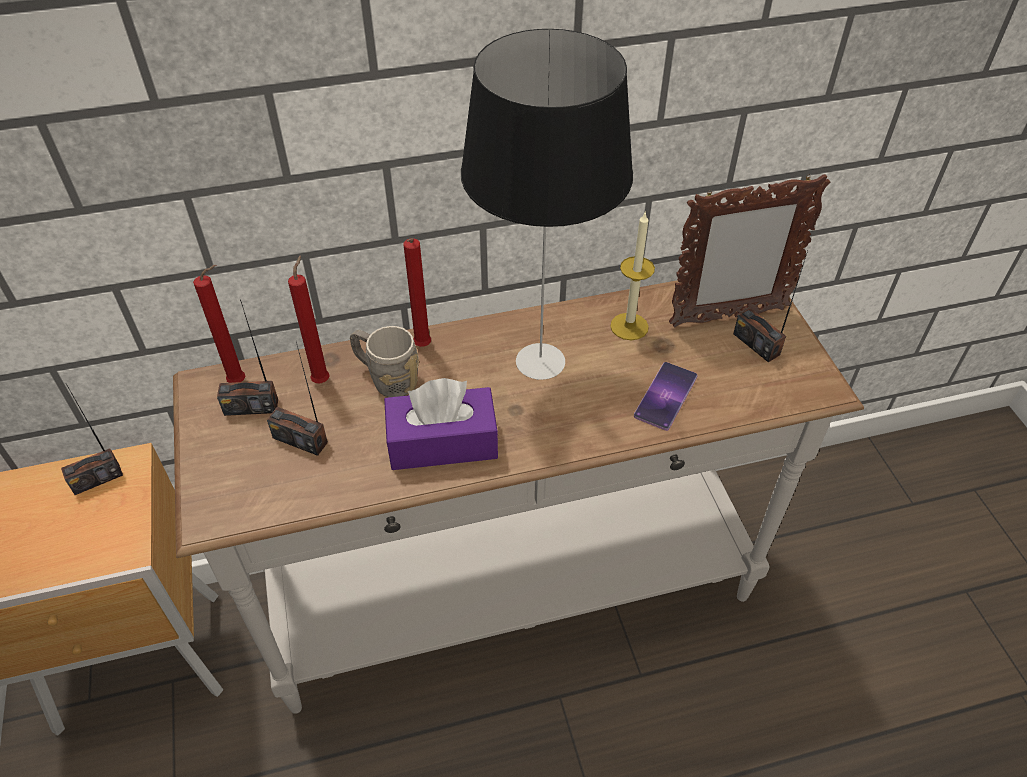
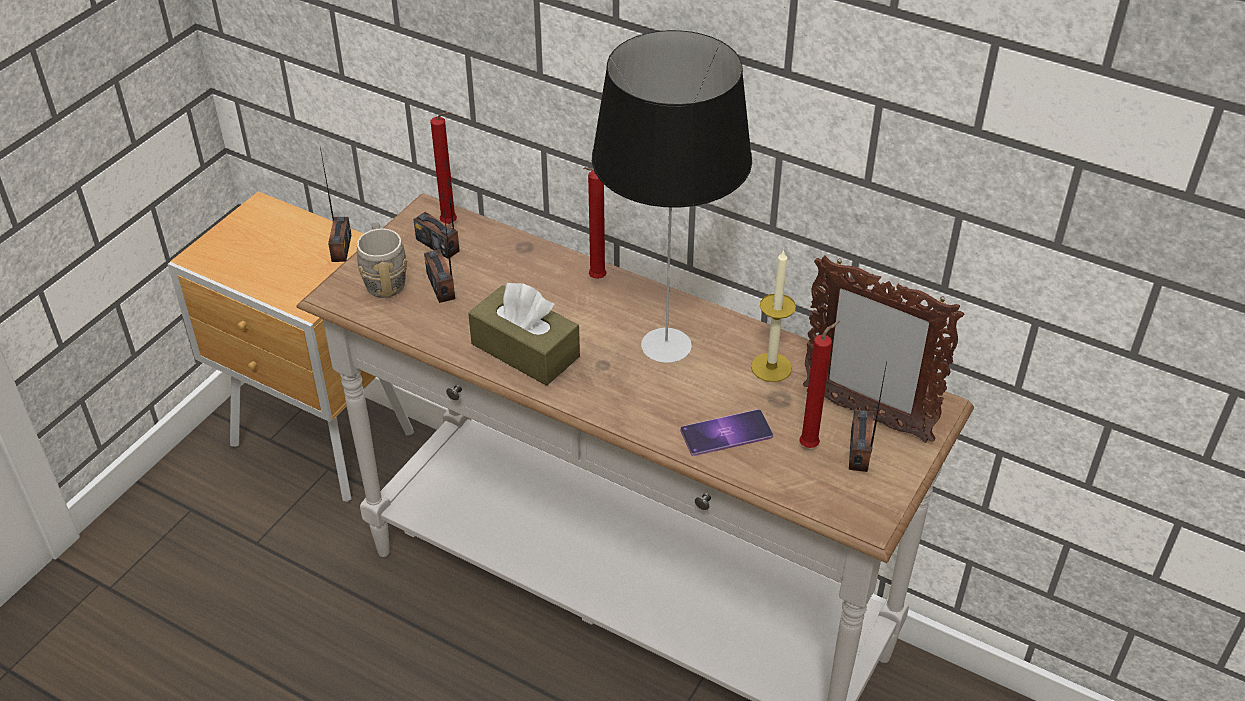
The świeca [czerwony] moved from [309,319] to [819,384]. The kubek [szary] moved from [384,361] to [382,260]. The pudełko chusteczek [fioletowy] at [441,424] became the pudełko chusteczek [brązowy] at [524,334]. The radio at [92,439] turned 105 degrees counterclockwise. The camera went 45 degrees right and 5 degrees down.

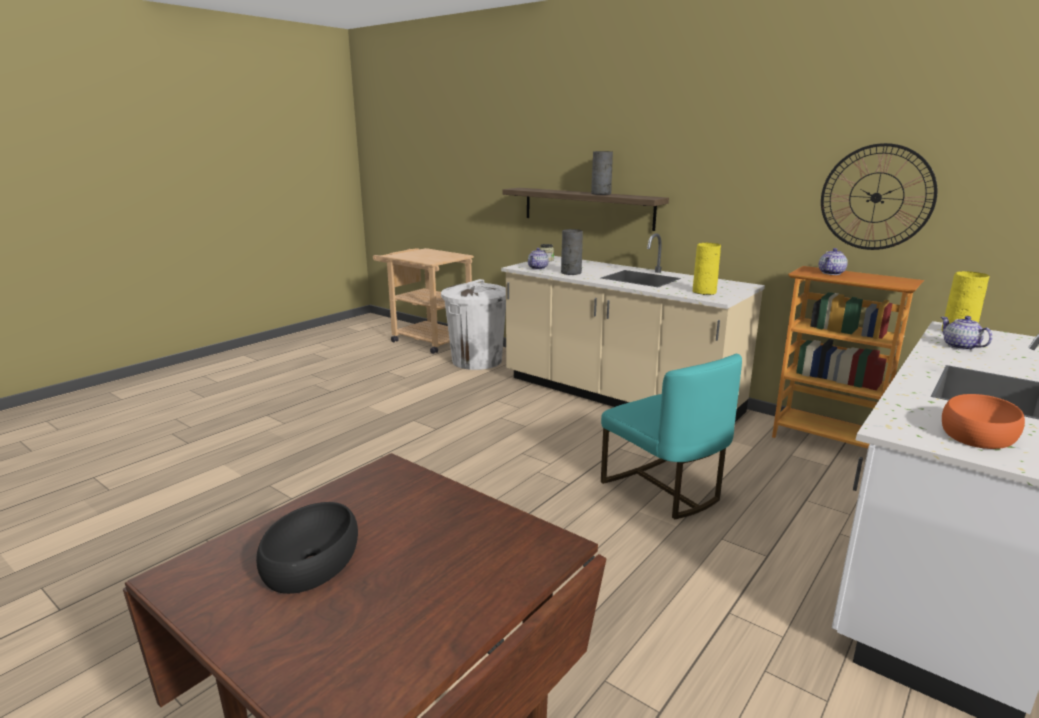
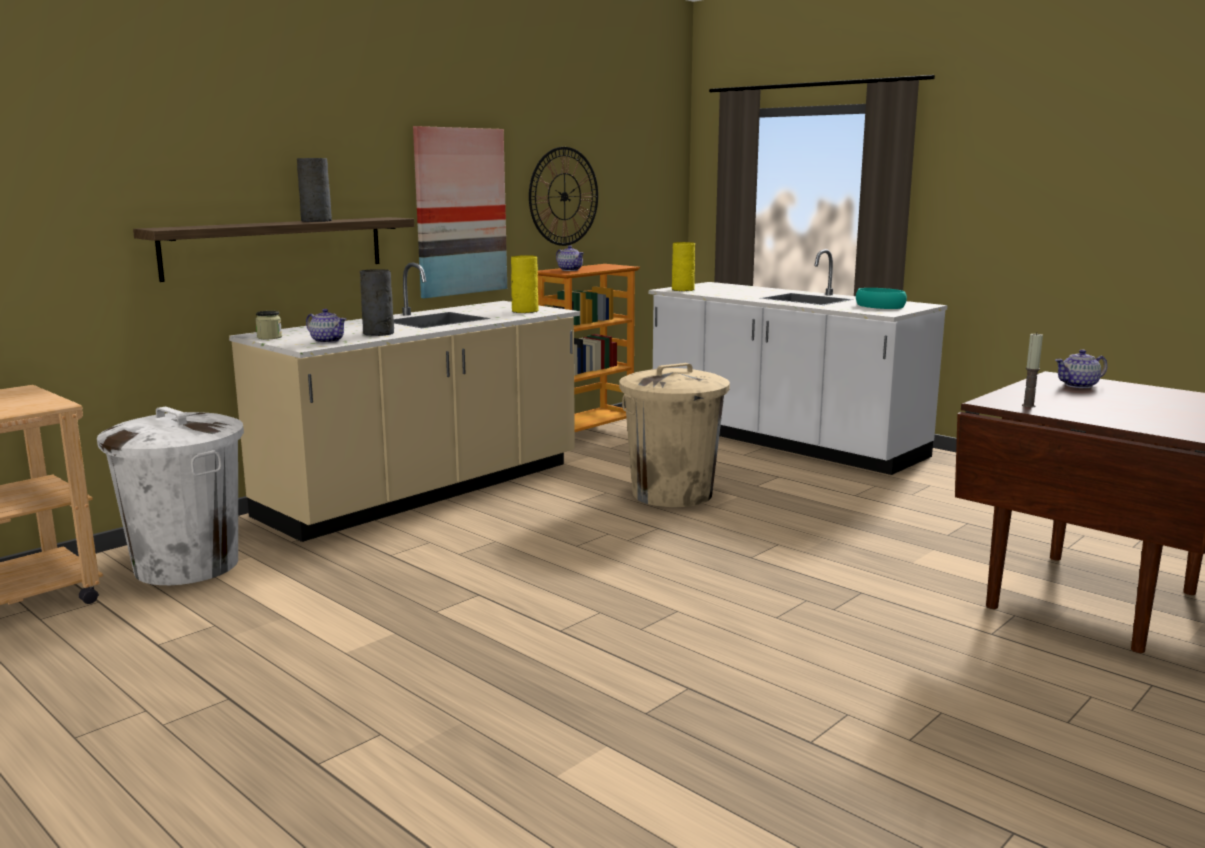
The miska [czarny] at [307,548] disappeared. The obraz at [460,212] appeared. The świeca at [1032,370] appeared. The imbryk moved from [967,333] to [1081,369]. The krzesło [turkusowy] at [671,436] was replaced by the kosz na śmieci [beżowy] at [674,435]. The miska [pomarańczowy] at [983,421] became the miska [turkusowy] at [881,298]. The camera went 85 degrees left and 5 degrees down.

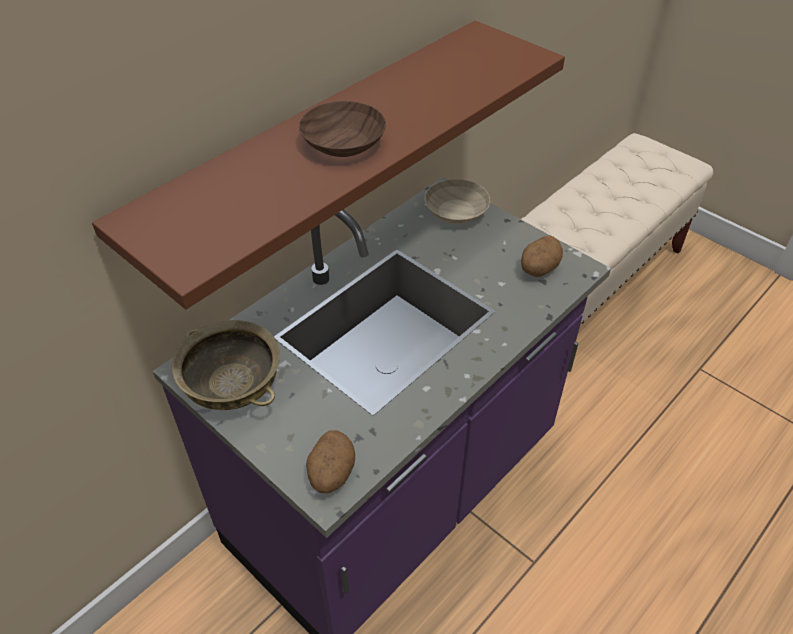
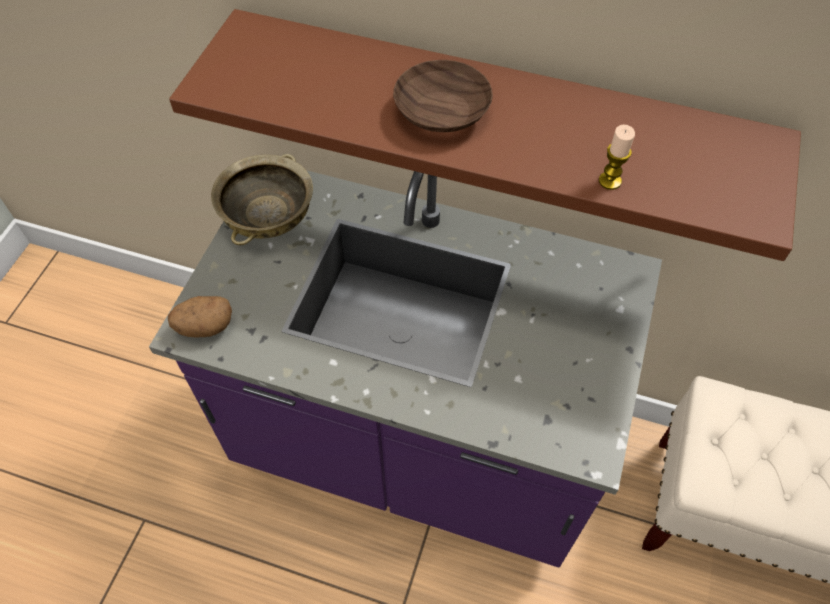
The miska [beżowy] at [457,201] disappeared. The ziemniak at [542,256] disappeared. The świeca at [617,157] appeared. The camera went 65 degrees right and 10 degrees up.

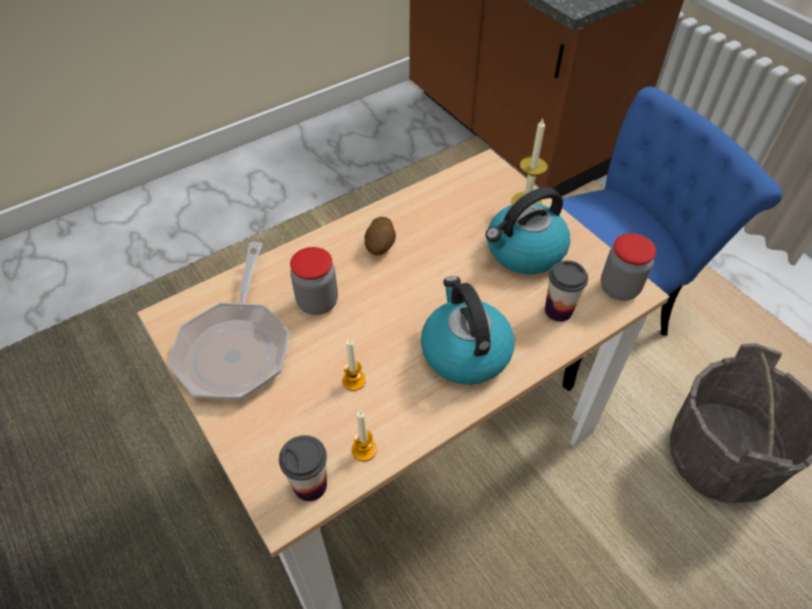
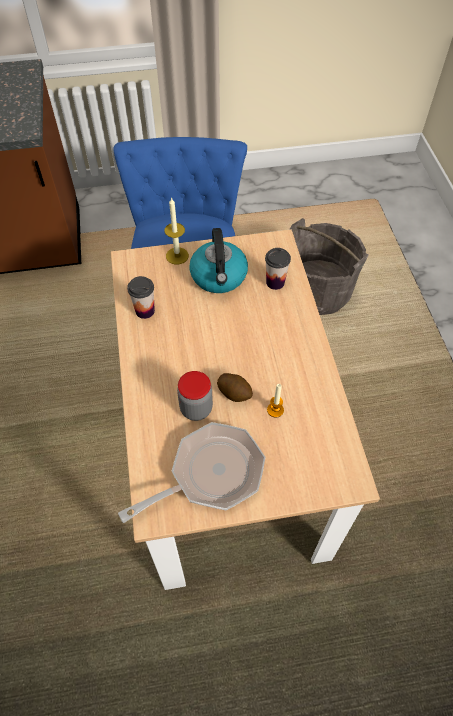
The świeca at [364,436] disappeared. The czajnik at [467,330] disappeared. The słoik at [628,267] disappeared. The filiżanka moved from [303,468] to [141,297]. The ziemniak moved from [380,236] to [235,387]. The patelnia at [228,321] turned 60 degrees counterclockwise. The camera went 65 degrees left and 5 degrees up.

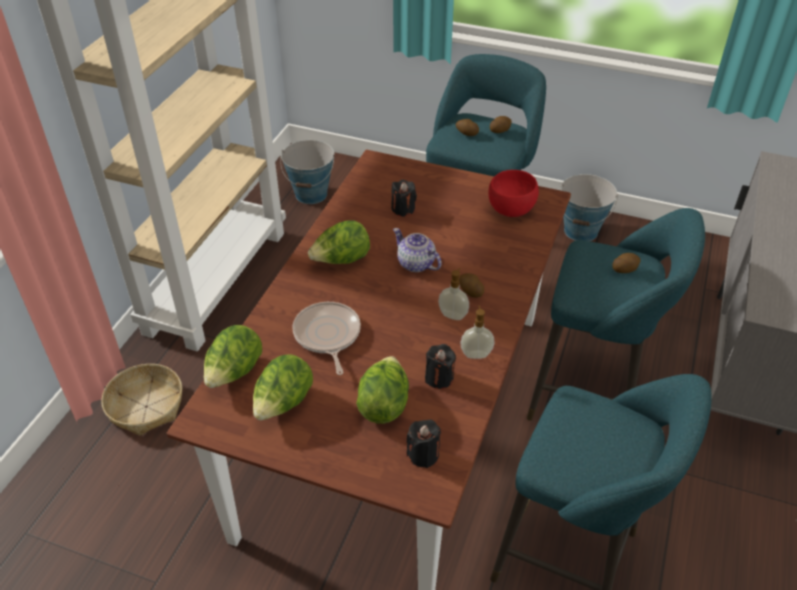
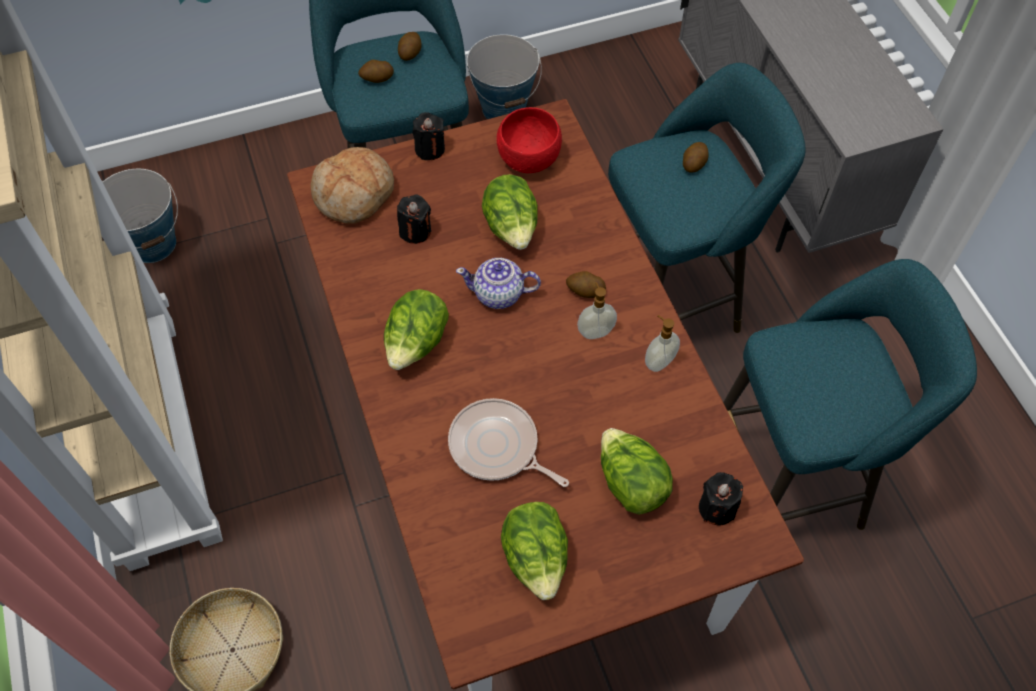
The chleb at [352,185] appeared. The sałata moved from [233,356] to [510,212]. The świeca [czarny] moved from [440,366] to [428,136]. The camera went 40 degrees left and 15 degrees up.

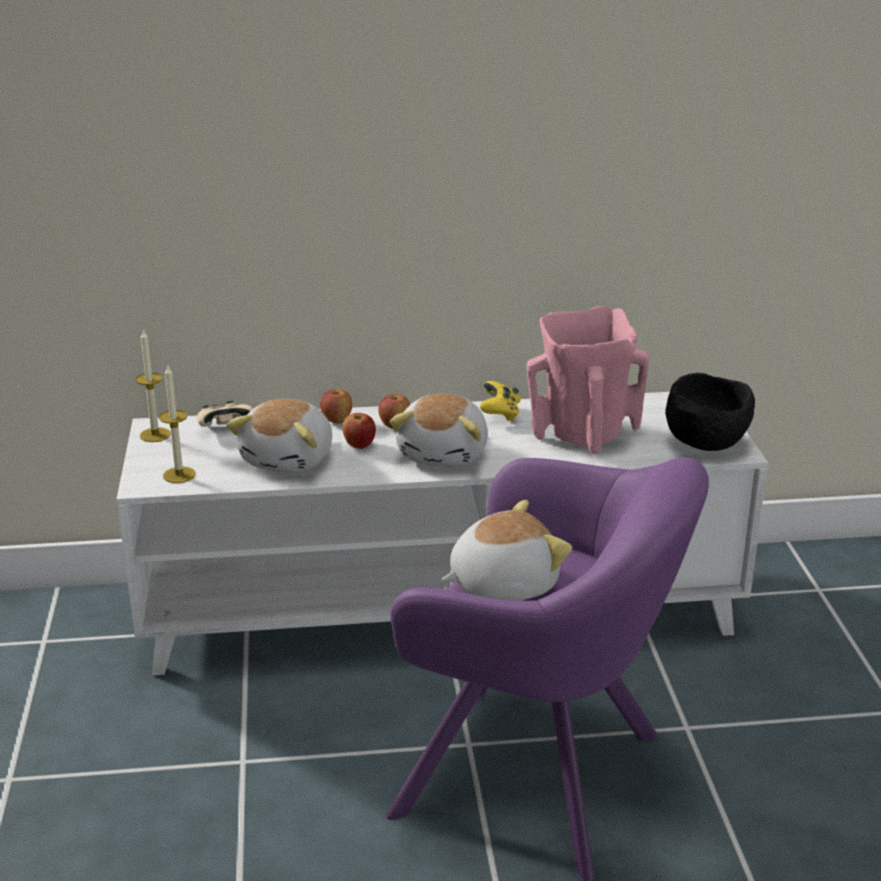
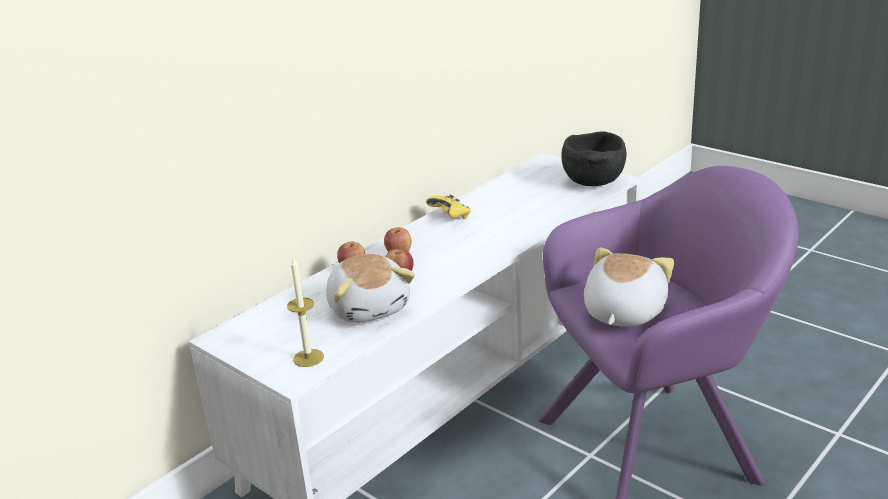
The świeca at [153,385] disappeared. The pad do gier [beżowy] at [225,414] disappeared. The pluszak at [439,430] disappeared. The wazon [różowy] at [587,380] disappeared. The camera went 40 degrees left and 0 degrees up.

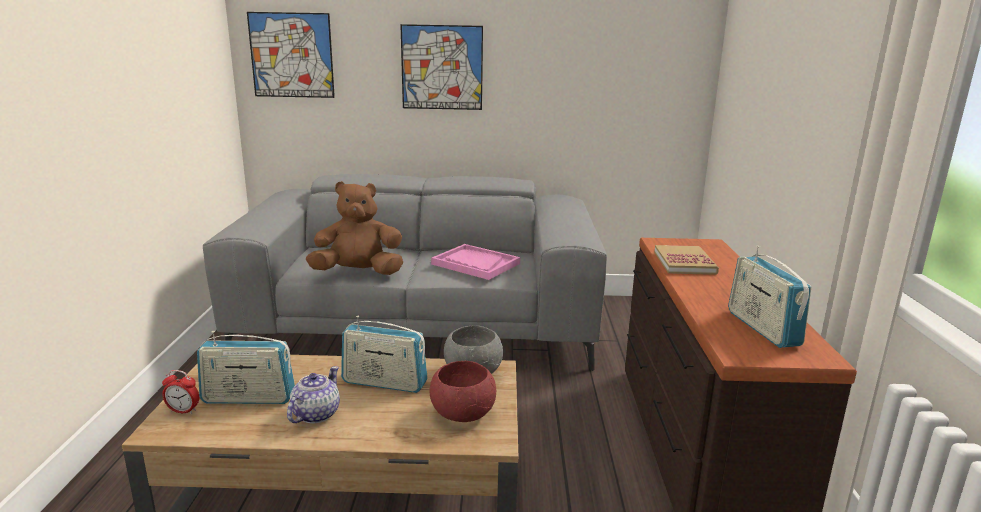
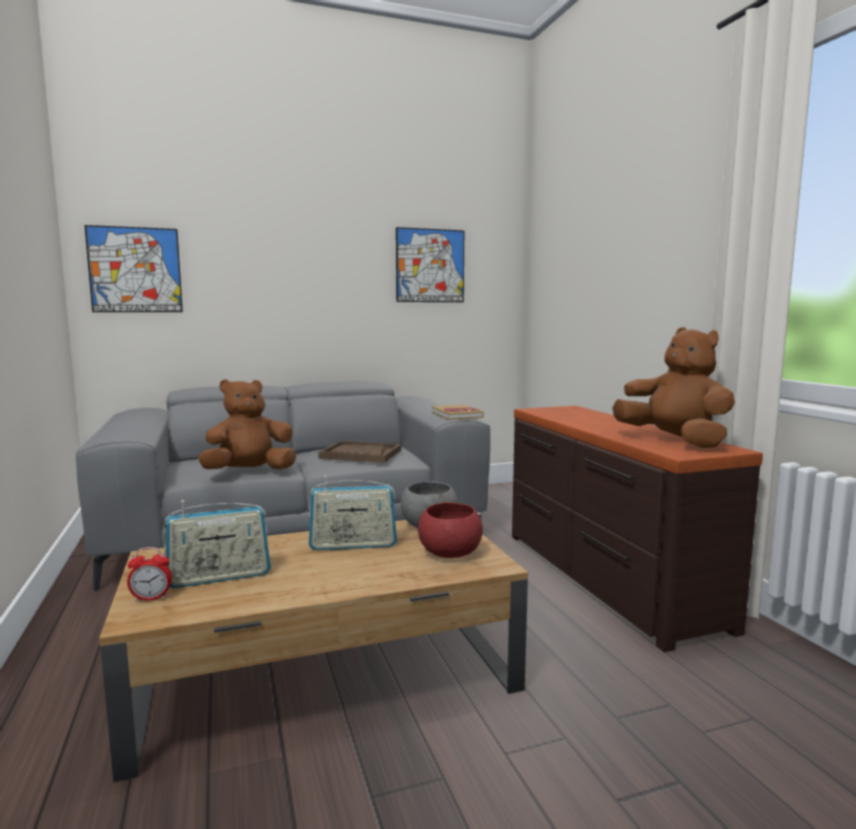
The imbryk at [313,394] disappeared. The obraz moved from [441,67] to [430,264]. The książka moved from [686,260] to [458,412]. The radio at [769,296] was replaced by the pluszak [brązowy] at [673,387]. The taca [różowy] at [475,262] became the taca [brązowy] at [359,452]. The camera went 20 degrees left and 10 degrees down.

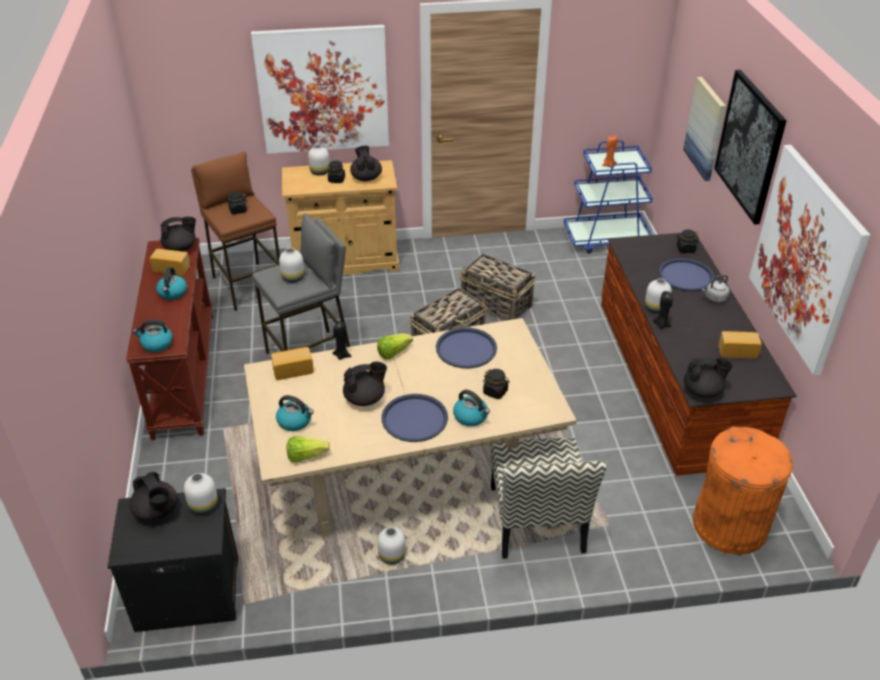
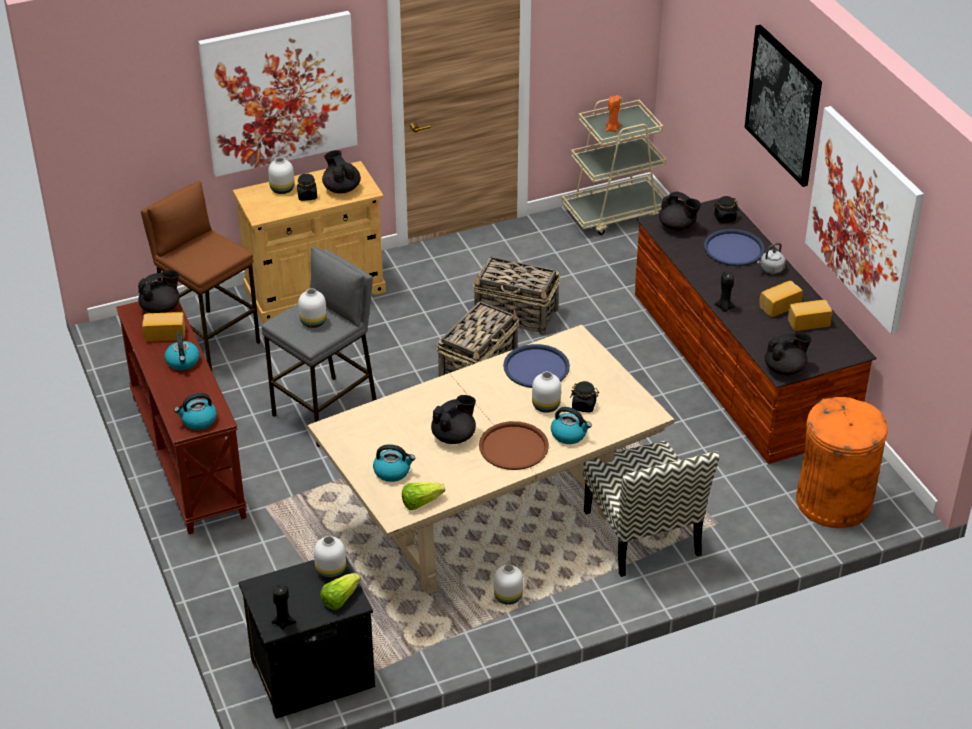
The słoik [czarny] at [236,202] disappeared. The obraz at [704,129] disappeared. The imbryk [czarny] moved from [154,496] to [680,211]. The chleb moved from [292,363] to [781,299]. The świeca [czarny] moved from [342,340] to [283,606]. The sałata moved from [395,346] to [340,591]. The wazon [biały] moved from [658,295] to [546,392]. The taca [niebieski] at [414,418] became the taca [brązowy] at [514,445]. The wózek [niebieski] at [608,197] became the wózek [beżowy] at [614,166]. The camera went 15 degrees left and 0 degrees up.

